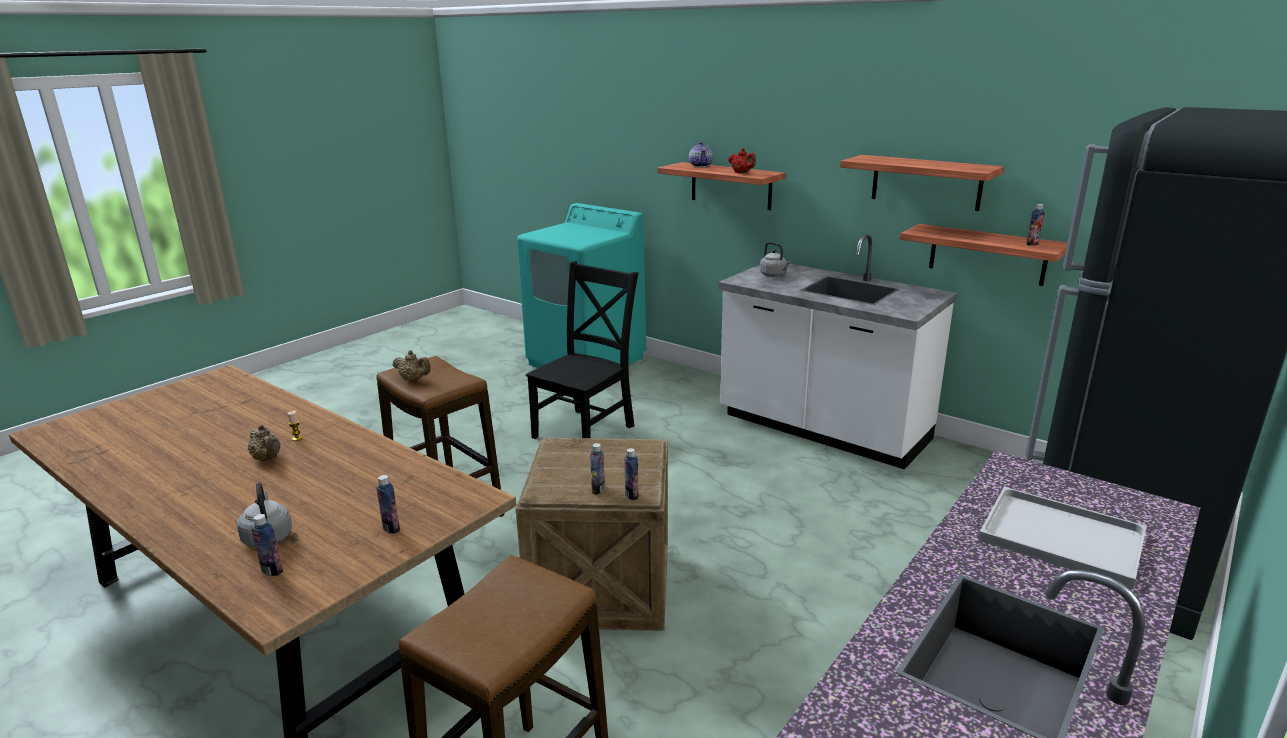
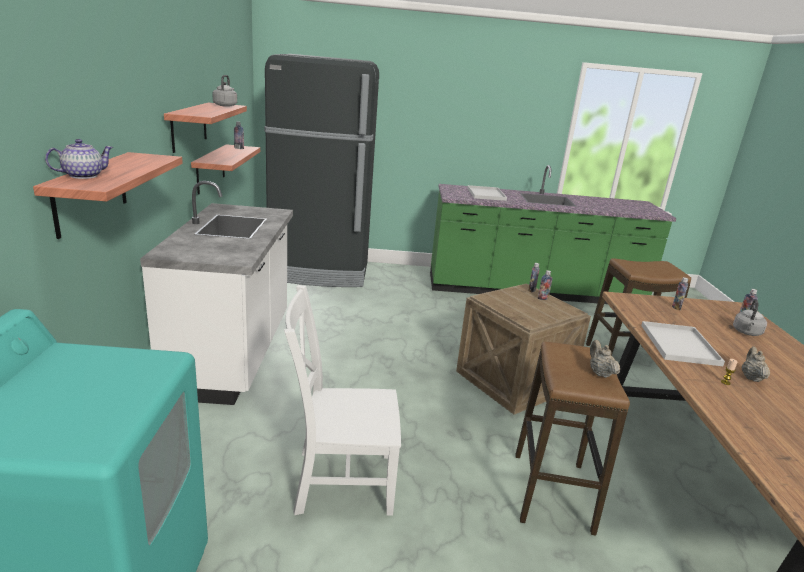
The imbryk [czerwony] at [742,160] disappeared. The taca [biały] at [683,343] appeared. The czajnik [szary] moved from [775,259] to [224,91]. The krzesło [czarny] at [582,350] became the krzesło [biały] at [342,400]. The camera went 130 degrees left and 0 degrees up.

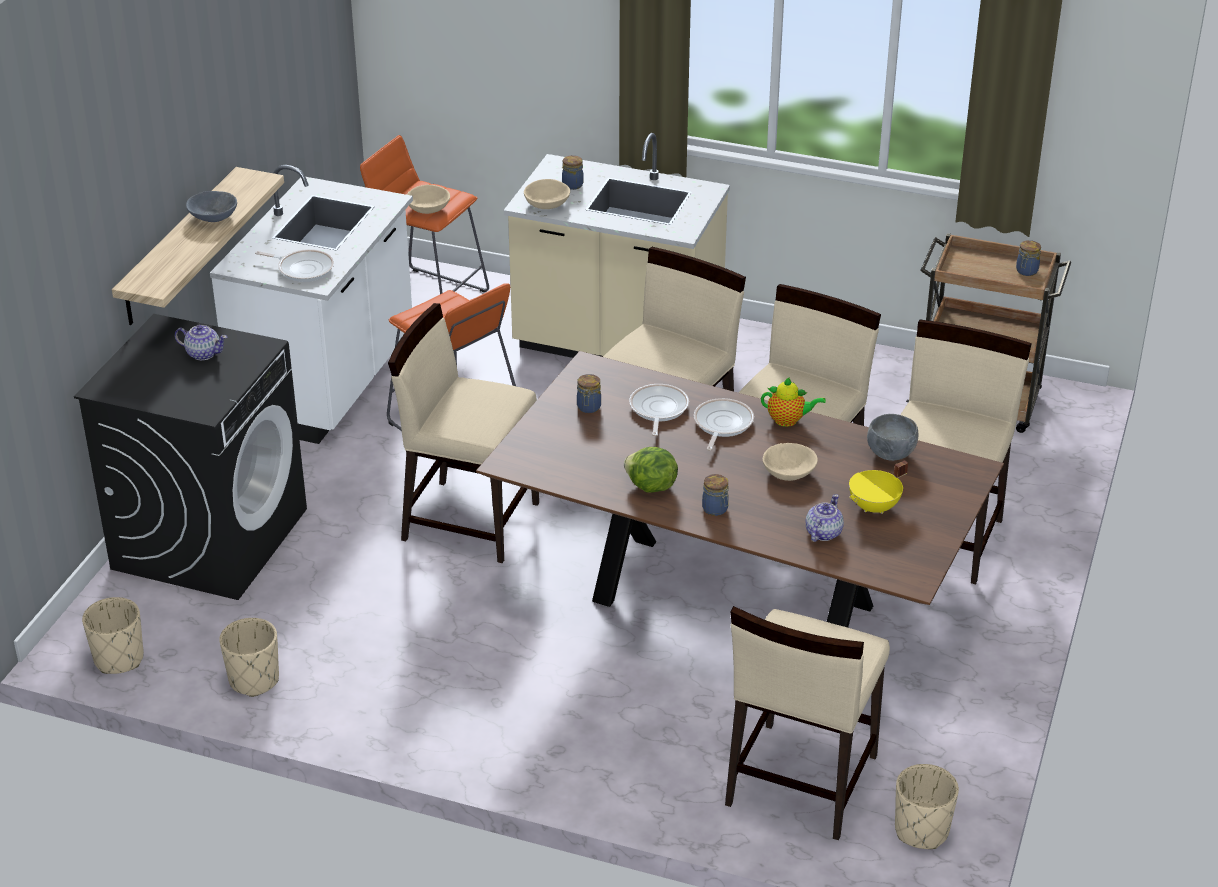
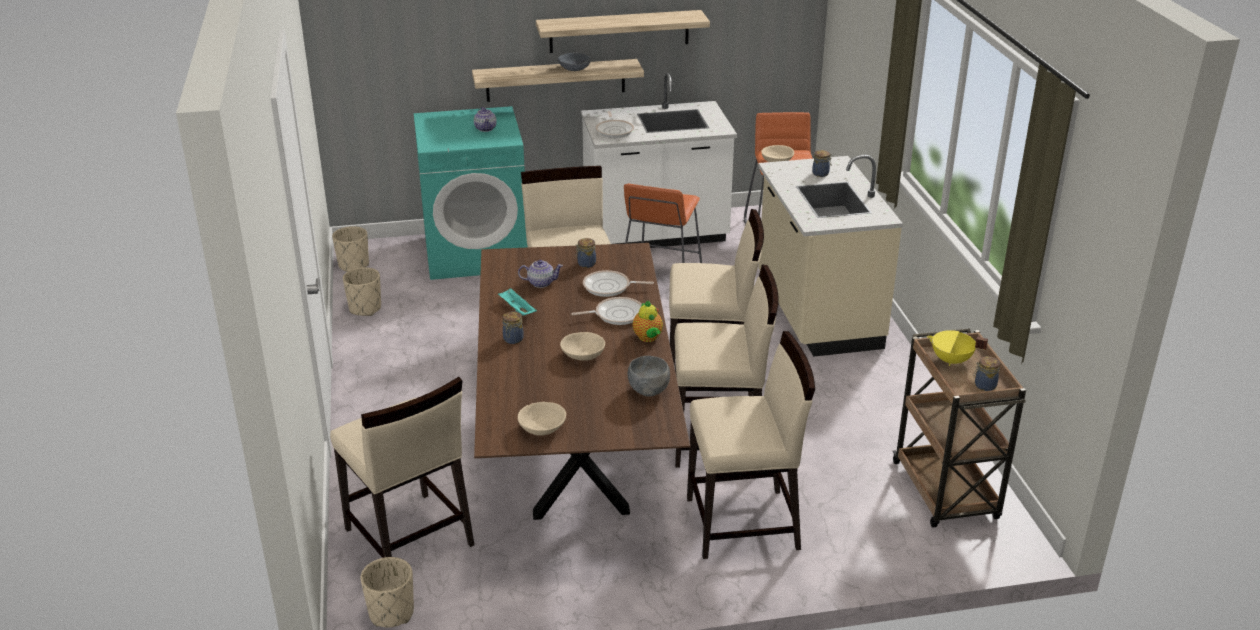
The półka at [623,31] appeared. The miska [beżowy] moved from [547,194] to [542,419]. The imbryk moved from [825,518] to [540,274]. The garnek [żółty] moved from [878,487] to [957,348]. The sałata at [651,470] was replaced by the taca [turkusowy] at [517,301]. The pralka [czarny] at [190,457] became the pralka [turkusowy] at [471,193]. The patelnia at [659,410] turned 150 degrees counterclockwise. The krzesło [beżowy] at [807,723] turned 120 degrees counterclockwise. The camera went 60 degrees right and 5 degrees down.

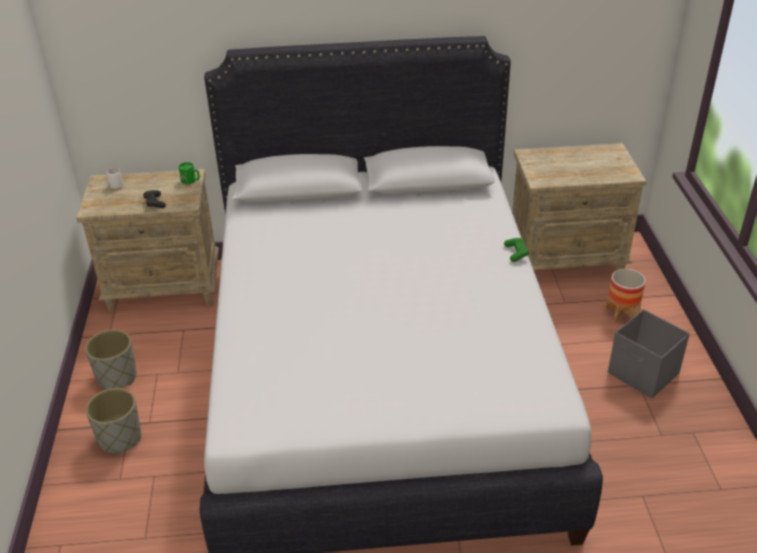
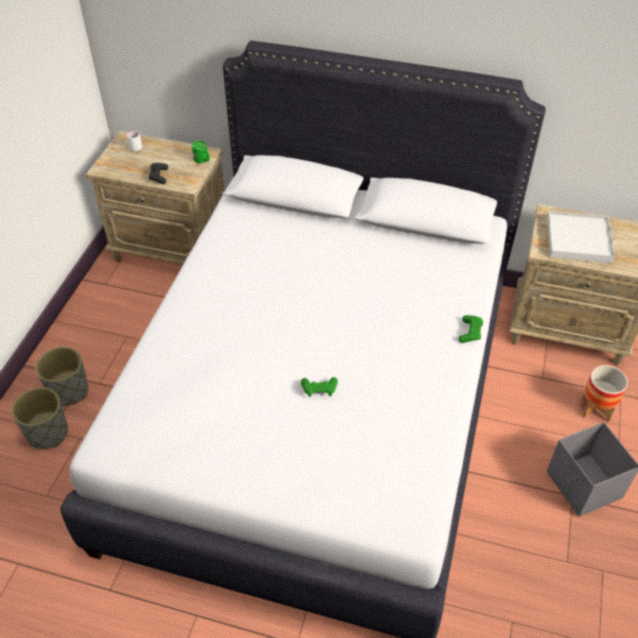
The pad do gier [zielony] at [319,387] appeared. The taca [biały] at [581,237] appeared. The donica [szary] moved from [110,360] to [40,418]. The camera went 20 degrees right and 10 degrees up.

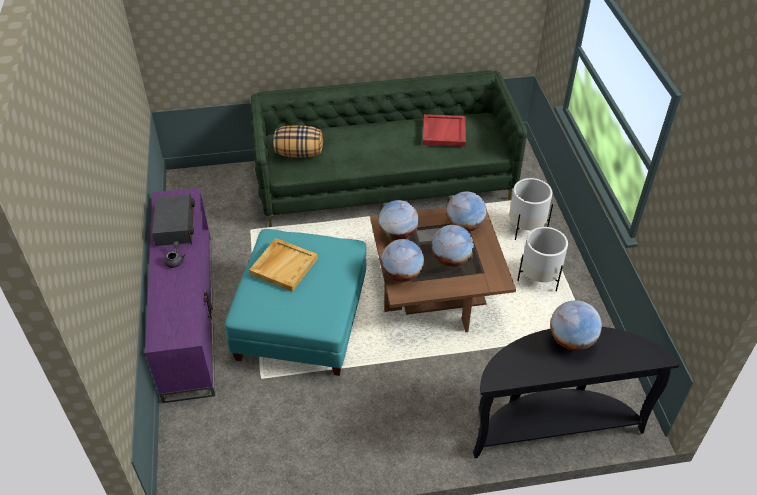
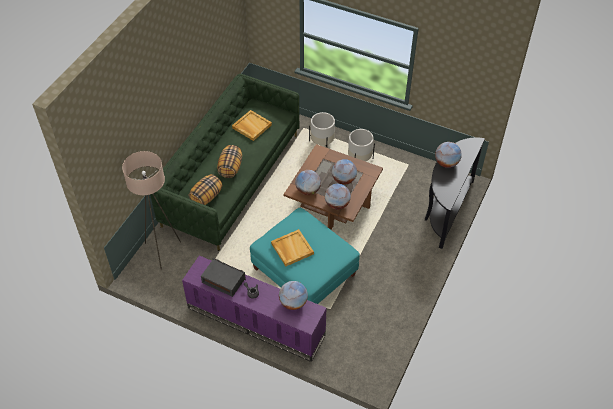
The lampa stojąca [beżowy] at [151,210] appeared. The poduszka at [229,161] appeared. The globus moved from [466,212] to [293,295]. The taca [czerwony] at [444,130] became the taca [beżowy] at [252,125]. The camera went 55 degrees left and 5 degrees up.

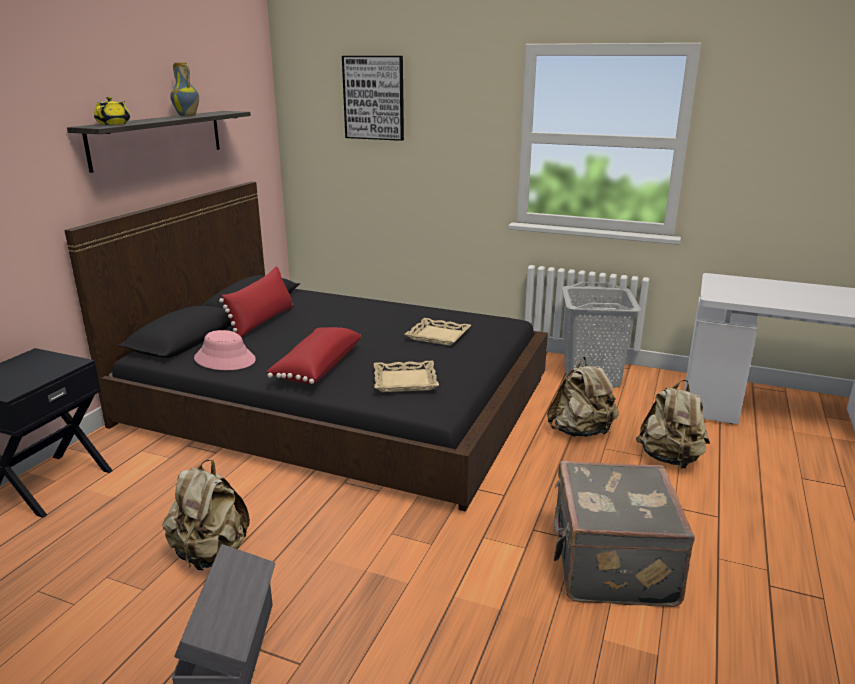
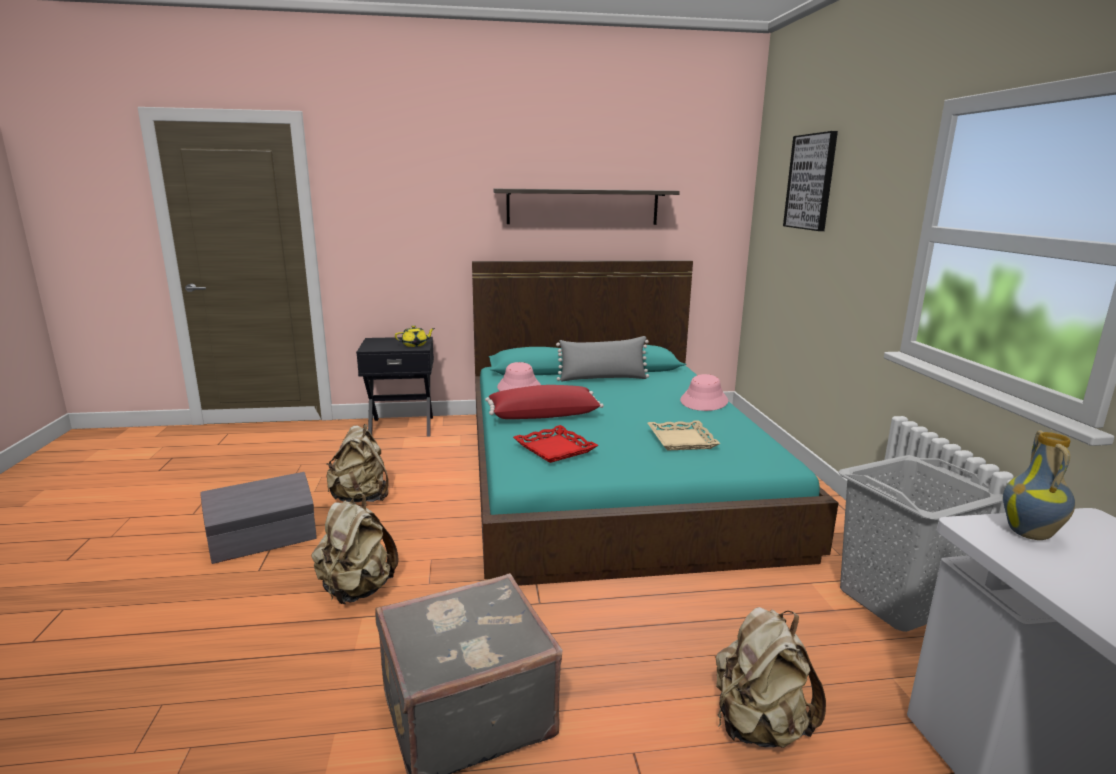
The kapelusz [różowy] at [704,392] appeared. The imbryk [żółty] moved from [112,111] to [415,336]. The wazon moved from [184,89] to [1039,485]. The plecak [beżowy] moved from [583,397] to [355,548]. The łóżko [czarny] at [306,346] became the łóżko [turkusowy] at [655,423]. The poduszka [czerwony] at [256,301] became the poduszka [szary] at [602,358]. The taca [beżowy] at [406,376] became the taca [czerwony] at [555,444]. The camera went 60 degrees right and 5 degrees down.

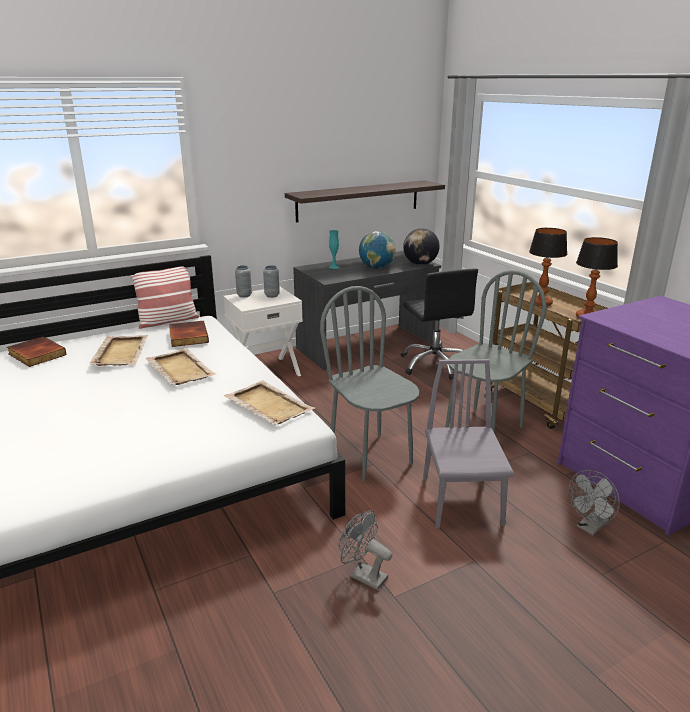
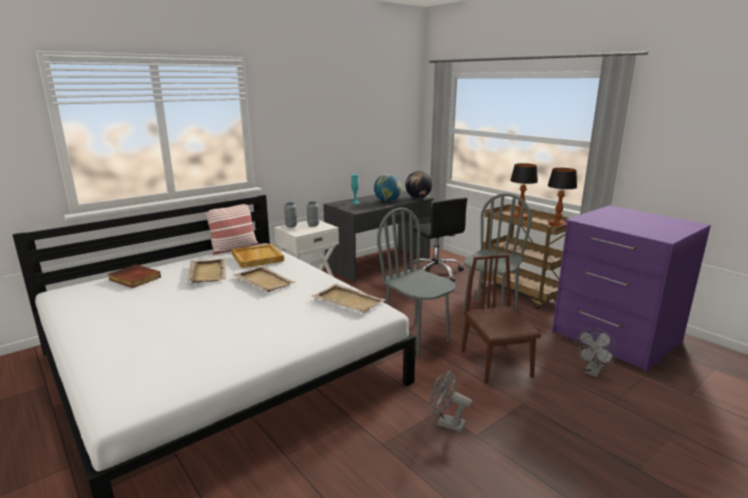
The półka at [365,201] disappeared. The książka at [189,334] was replaced by the taca [beżowy] at [258,256]. The krzesło [szary] at [468,443] became the krzesło [brązowy] at [501,319]. The camera went 10 degrees left and 5 degrees down.

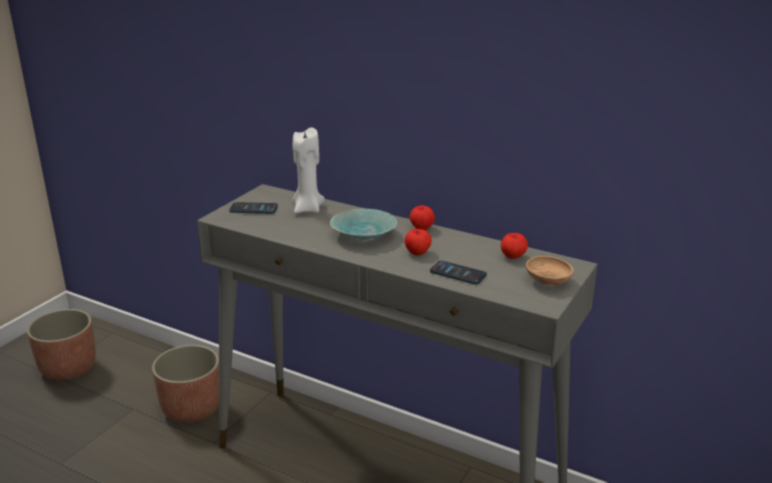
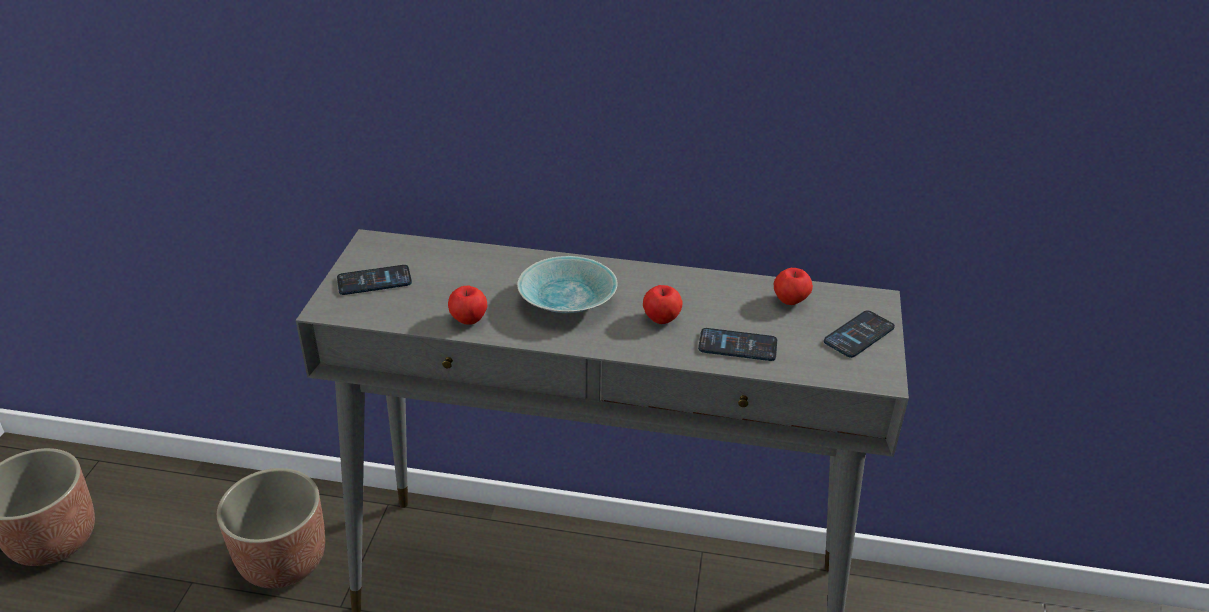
The świeca [biały] at [308,170] disappeared. The jabłko moved from [422,217] to [467,305]. The miska [brązowy] at [550,271] was replaced by the telefon at [859,334]. The camera went 20 degrees left and 10 degrees up.

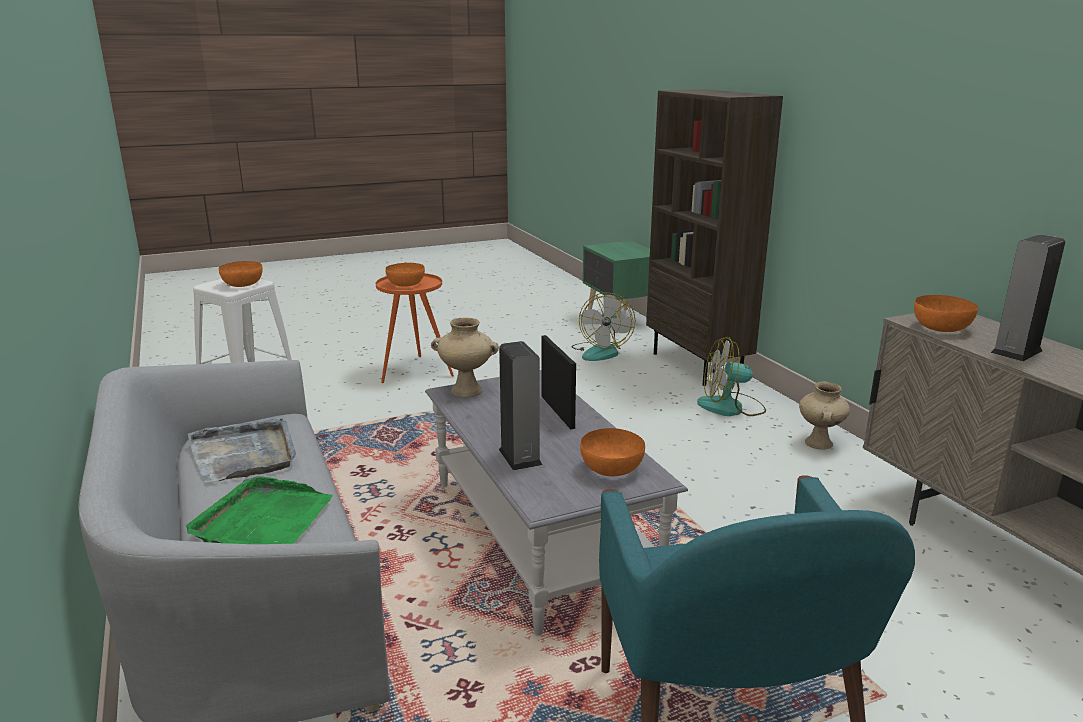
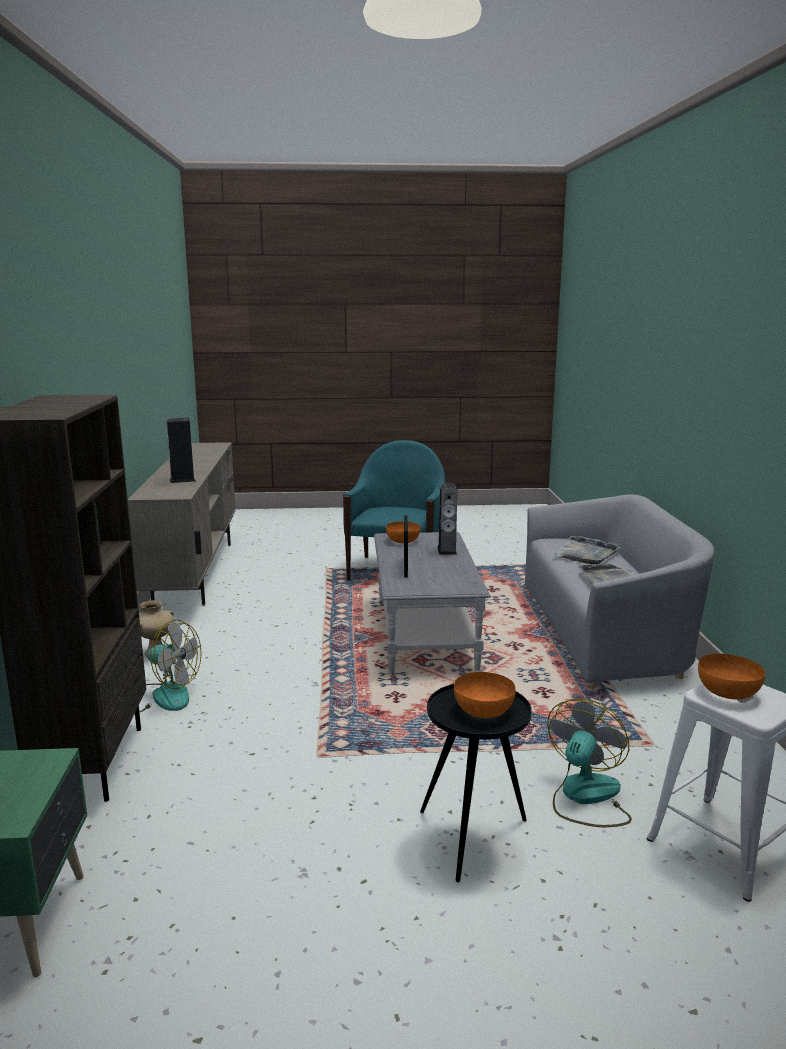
The wazon [beżowy] at [465,357] disappeared. The miska [pomarańczowy] at [946,313] disappeared. The wentylator moved from [603,327] to [589,762]. The taca [zielony] at [259,510] became the taca [szary] at [587,550]. The stolik [pomarańczowy] at [415,328] became the stolik [czarny] at [476,783]. The camera went 160 degrees left and 5 degrees down.

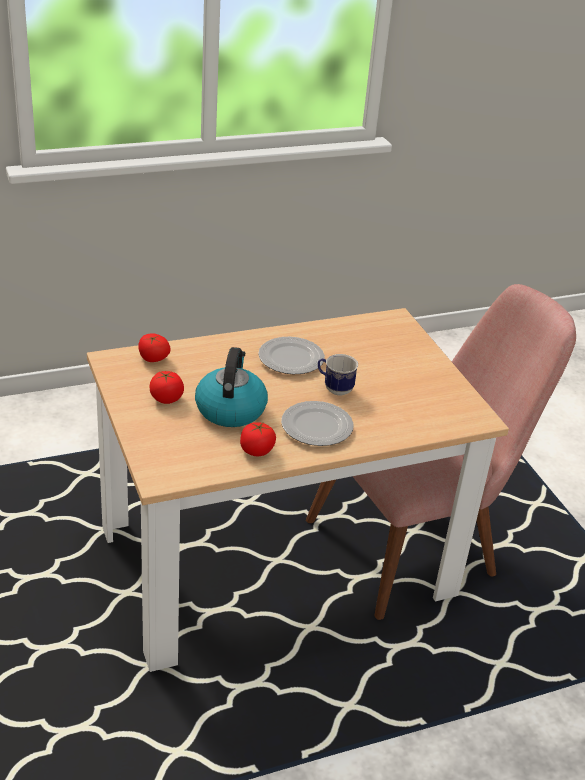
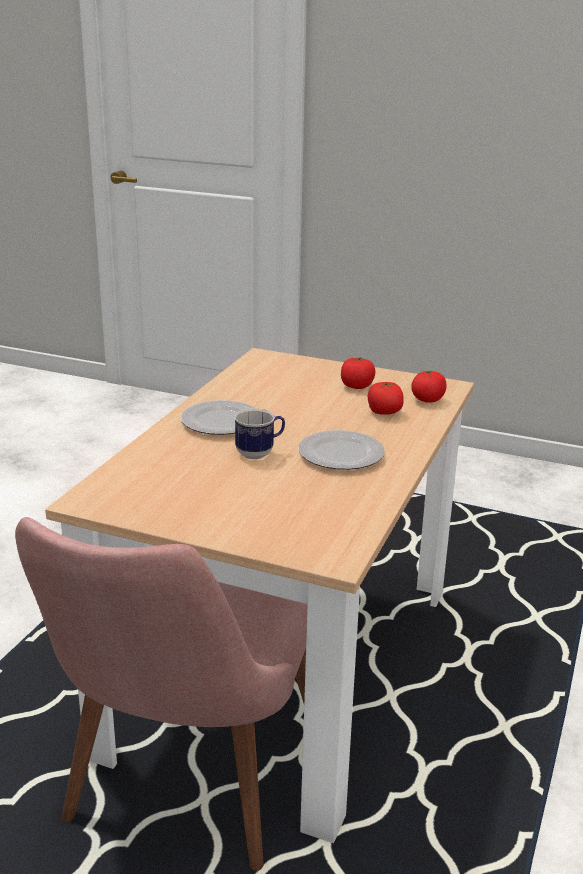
The czajnik at [231,387] disappeared. The pomidor moved from [258,439] to [386,398]. The camera went 135 degrees right and 10 degrees down.

